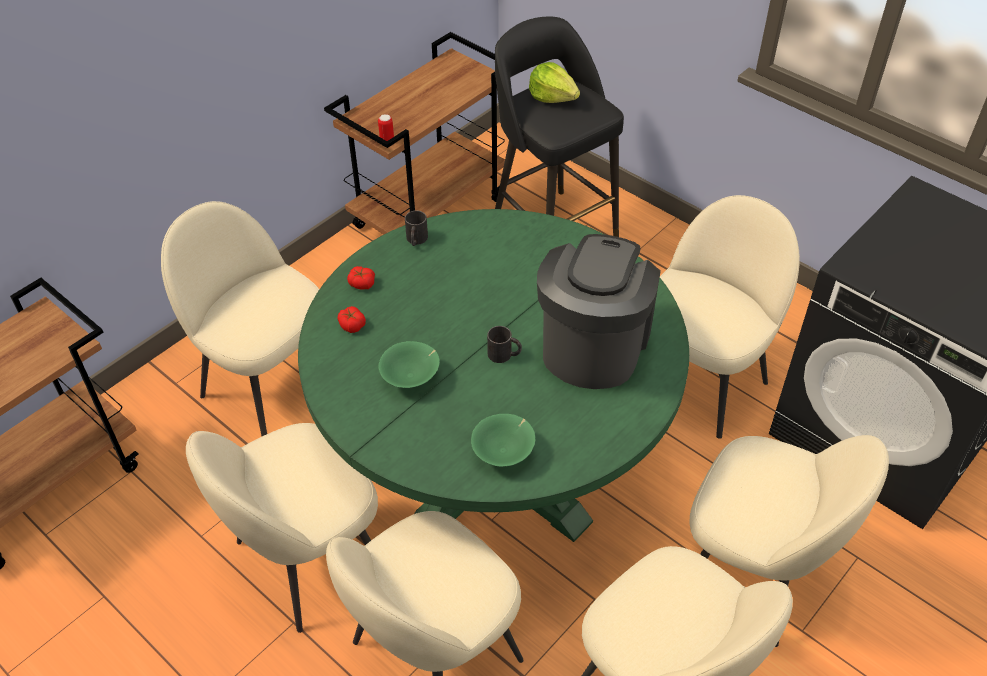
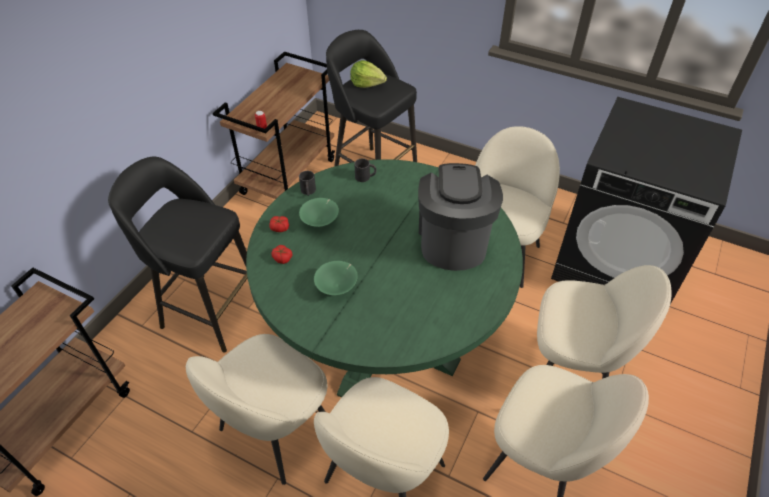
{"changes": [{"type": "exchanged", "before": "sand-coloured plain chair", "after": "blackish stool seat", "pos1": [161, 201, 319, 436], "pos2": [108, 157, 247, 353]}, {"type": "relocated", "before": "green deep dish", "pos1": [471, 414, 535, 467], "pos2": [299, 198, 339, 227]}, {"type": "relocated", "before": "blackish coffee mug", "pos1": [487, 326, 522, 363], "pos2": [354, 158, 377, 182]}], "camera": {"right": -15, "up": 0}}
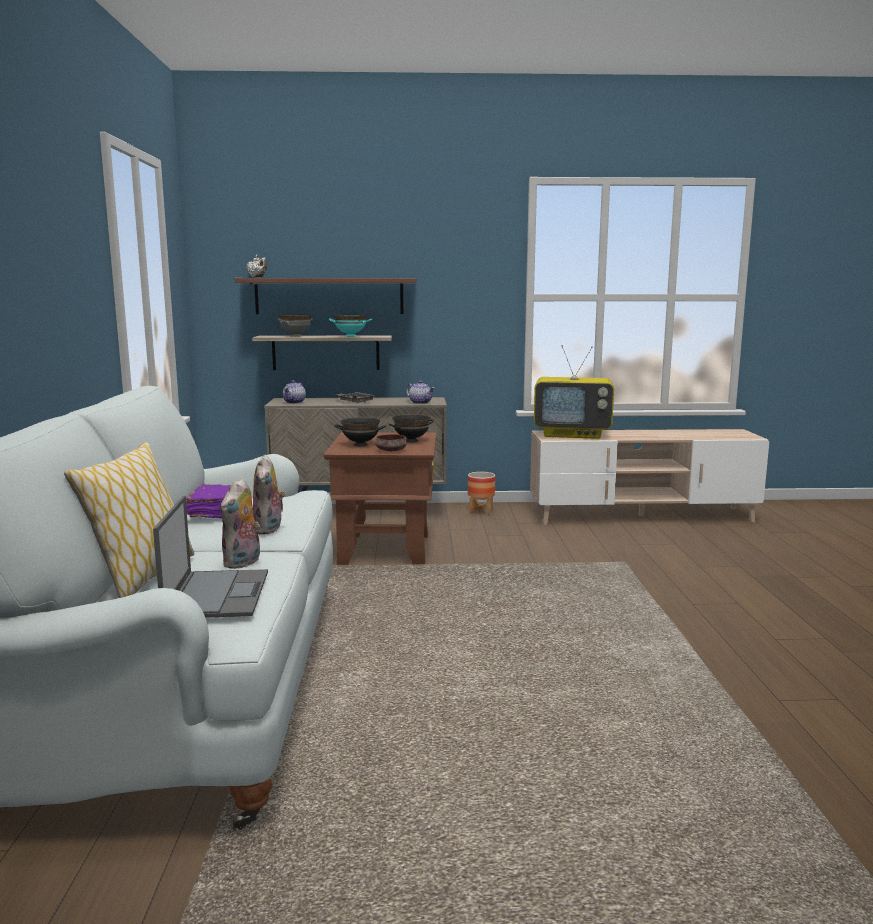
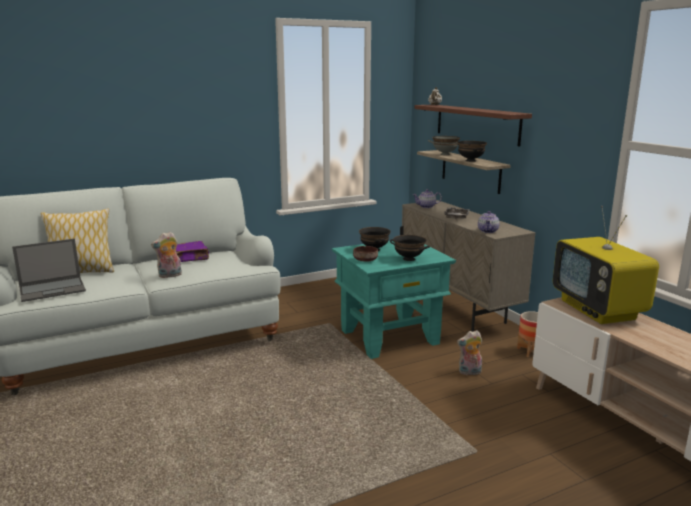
{"changes": [{"type": "colour", "before": "brown-coloured side table", "after": "blue-green side table", "pos1": [324, 432, 436, 565], "pos2": [332, 241, 456, 359]}, {"type": "colour", "before": "blue-green deep dish", "after": "blackish deep dish", "pos1": [329, 314, 372, 337], "pos2": [457, 141, 487, 162]}, {"type": "relocated", "before": "cuddly toy", "pos1": [220, 478, 260, 569], "pos2": [457, 330, 482, 375]}], "camera": {"right": 65, "up": 5}}
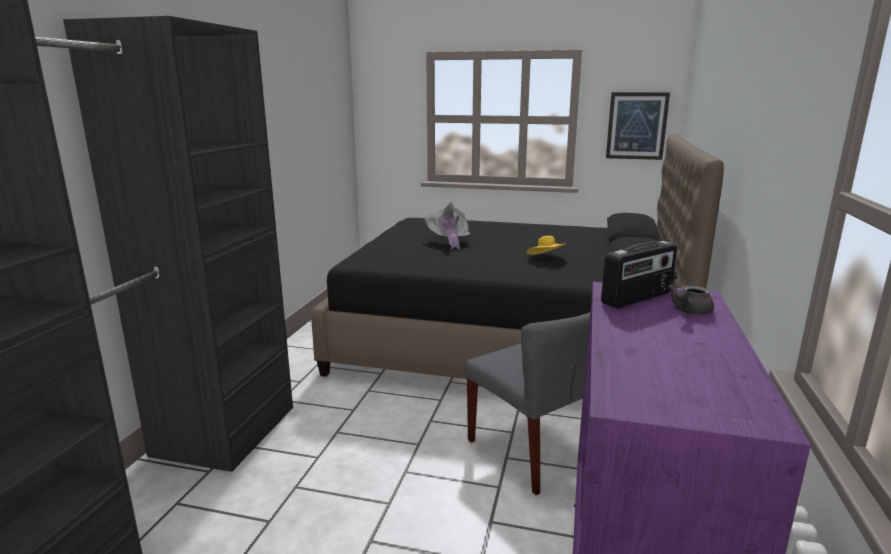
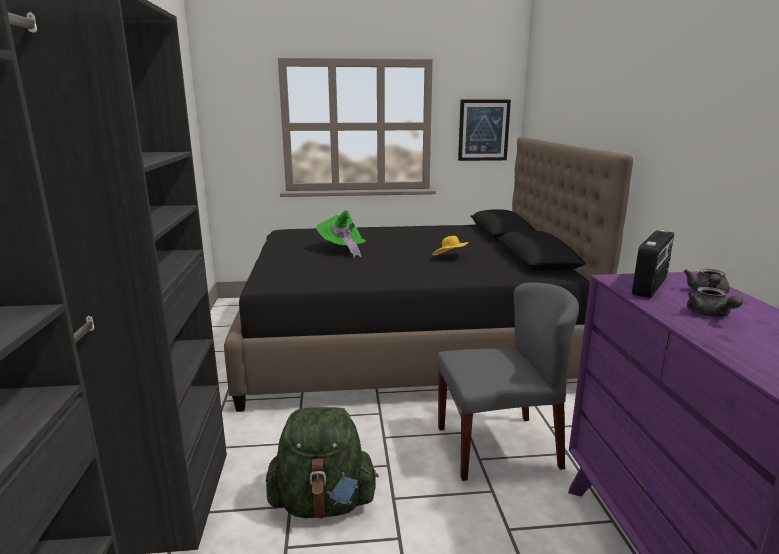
{"changes": [{"type": "appeared", "after": "green rucksack", "pos2": [266, 407, 379, 519]}, {"type": "colour", "before": "grey hat", "after": "green hat", "pos1": [425, 202, 471, 250], "pos2": [316, 210, 366, 259]}, {"type": "spun", "before": "grey plain chair", "pos1": [465, 312, 590, 495], "pos2": [436, 283, 579, 481], "turn": -45}, {"type": "appeared", "after": "grey teapot", "pos2": [687, 287, 743, 317]}], "camera": {"right": -20, "up": 0}}
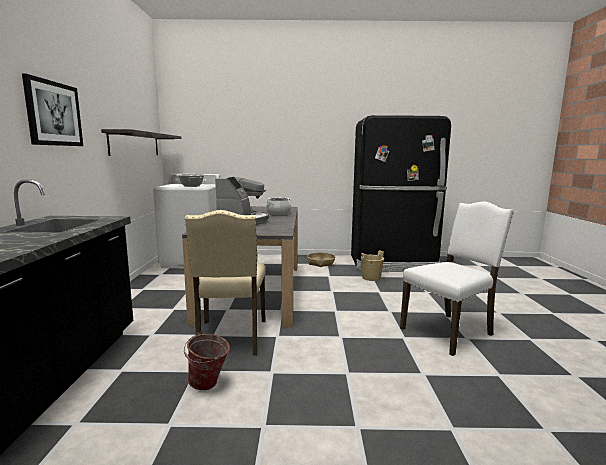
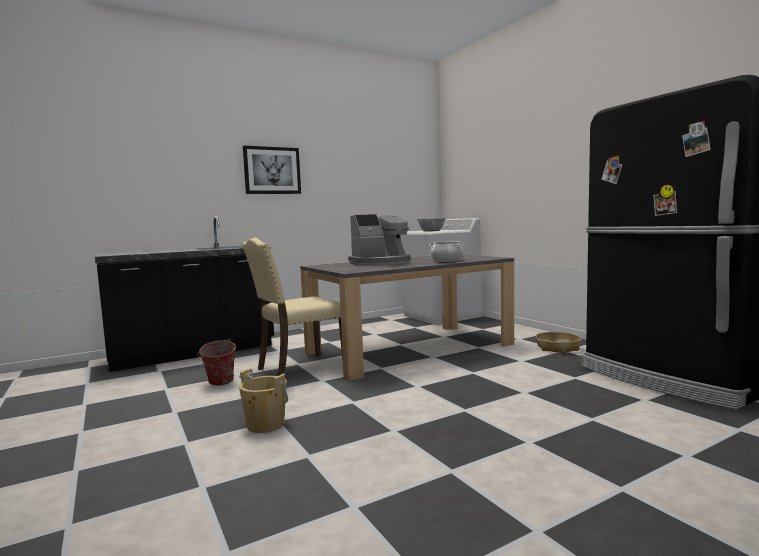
{"changes": [{"type": "relocated", "before": "sand-coloured bucket", "pos1": [361, 250, 384, 281], "pos2": [239, 368, 288, 433]}, {"type": "missing", "before": "wall shelf", "pos1": [101, 129, 181, 156]}, {"type": "missing", "before": "white plain chair", "pos1": [400, 202, 514, 356]}], "camera": {"right": 60, "up": -5}}
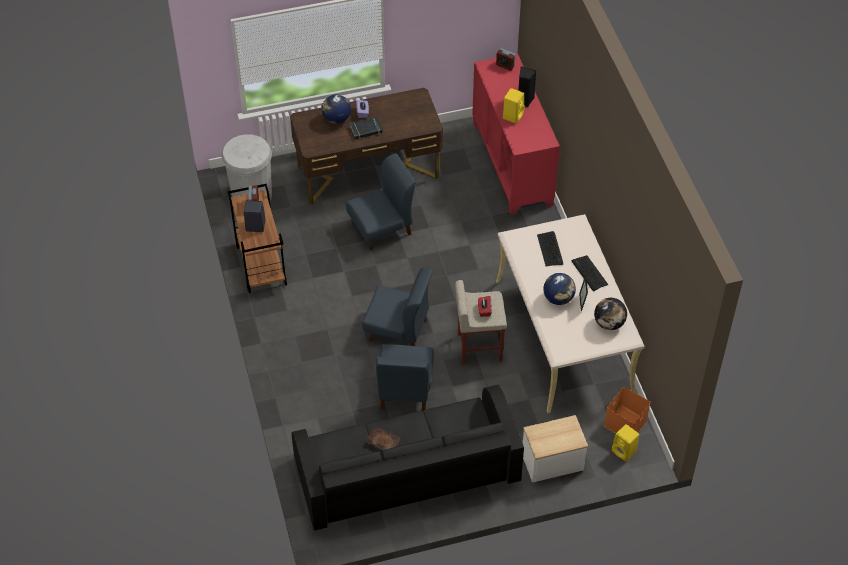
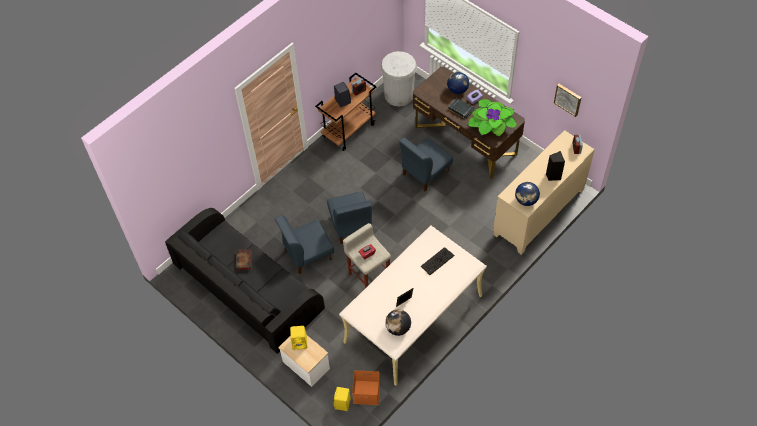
{"changes": [{"type": "relocated", "before": "yellow audio speaker", "pos1": [503, 88, 525, 124], "pos2": [290, 326, 307, 350]}, {"type": "spun", "before": "blue plain chair", "pos1": [346, 153, 416, 251], "pos2": [399, 137, 453, 191], "turn": 105}, {"type": "appeared", "after": "potted plant", "pos2": [468, 99, 517, 136]}, {"type": "colour", "before": "red storage cabinet", "after": "sand-coloured storage cabinet", "pos1": [472, 54, 560, 214], "pos2": [493, 130, 595, 255]}, {"type": "relocated", "before": "globe", "pos1": [543, 273, 576, 305], "pos2": [515, 182, 540, 206]}, {"type": "appeared", "after": "wall art", "pos2": [554, 84, 582, 117]}, {"type": "missing", "before": "PC keyboard", "pos1": [571, 255, 608, 291]}], "camera": {"right": 60, "up": 5}}
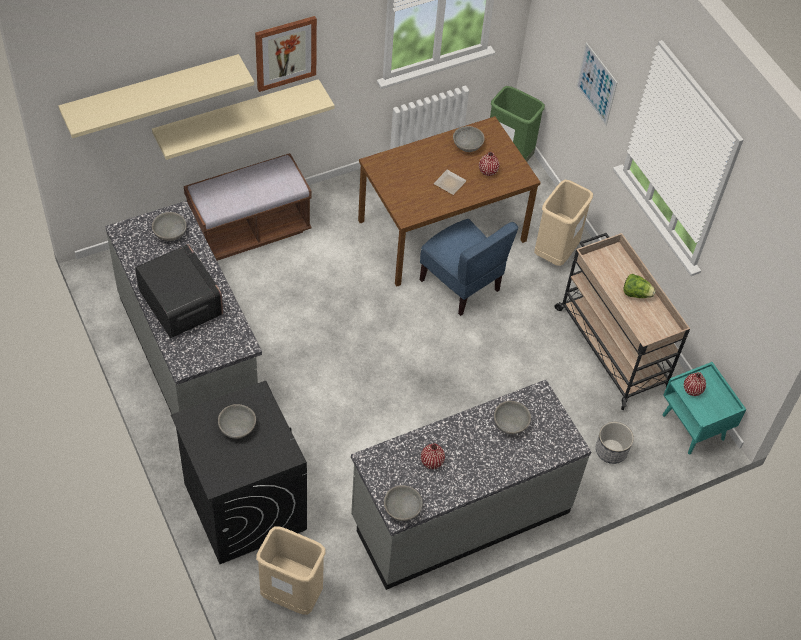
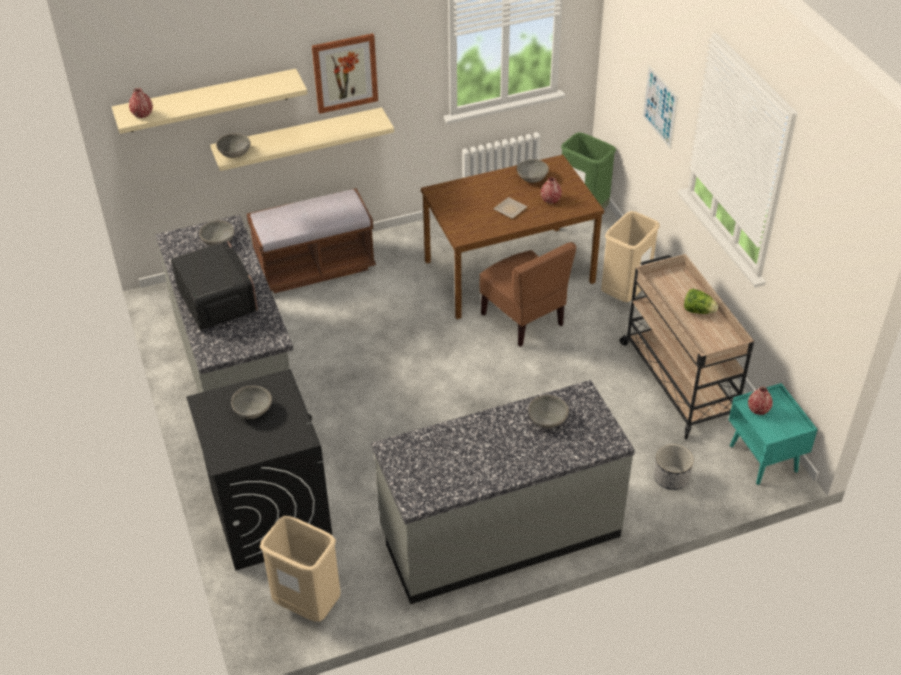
{"changes": [{"type": "relocated", "before": "red vase", "pos1": [421, 443, 445, 469], "pos2": [129, 88, 153, 118]}, {"type": "relocated", "before": "grey deep dish", "pos1": [384, 485, 423, 521], "pos2": [216, 133, 251, 158]}, {"type": "colour", "before": "blue plain chair", "after": "brown-coloured plain chair", "pos1": [420, 219, 518, 316], "pos2": [480, 242, 577, 347]}], "camera": {"right": 10, "up": -10}}
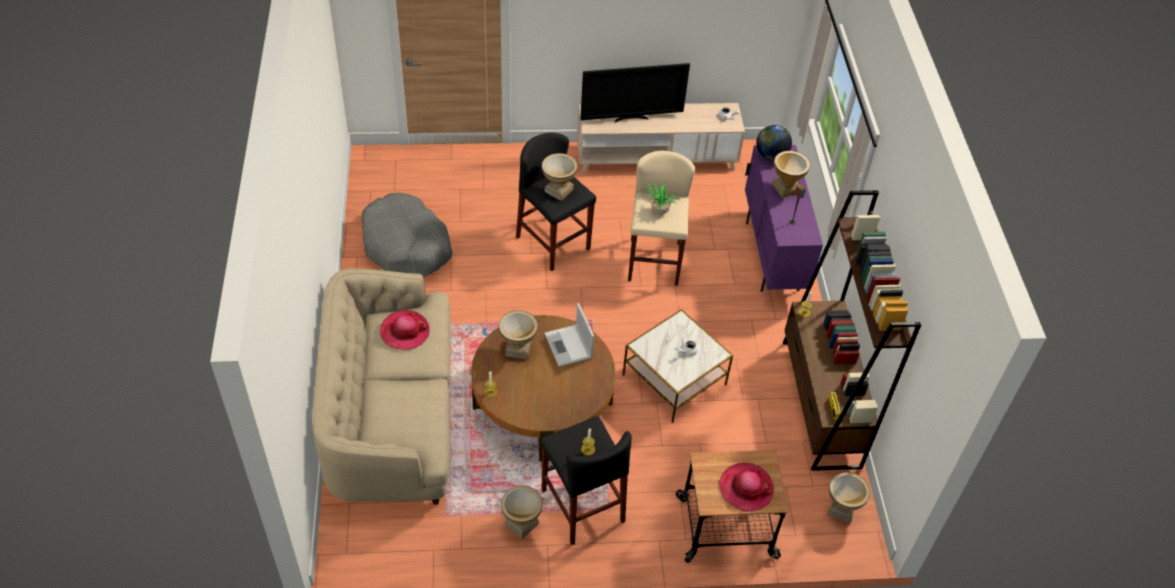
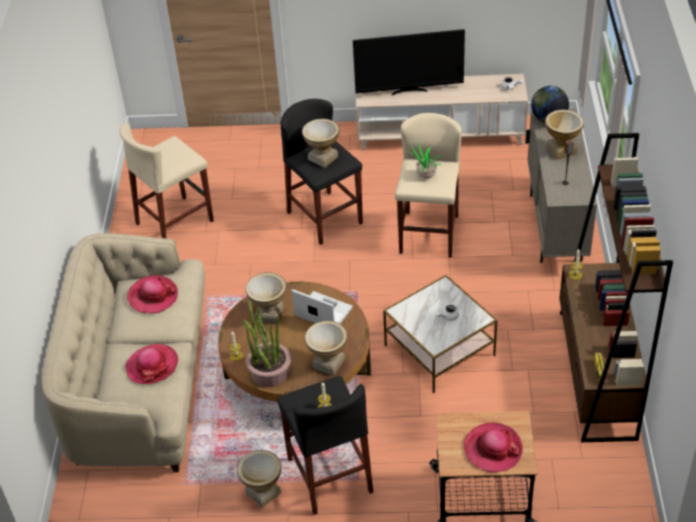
{"changes": [{"type": "exchanged", "before": "grey dog cushion", "after": "sand-coloured stool seat", "pos1": [362, 192, 453, 277], "pos2": [119, 124, 214, 238]}, {"type": "appeared", "after": "hat", "pos2": [125, 344, 178, 384]}, {"type": "appeared", "after": "potted plant", "pos2": [243, 300, 291, 387]}, {"type": "spun", "before": "laptop", "pos1": [544, 303, 594, 367], "pos2": [292, 289, 353, 324], "turn": 135}, {"type": "relocated", "before": "vase", "pos1": [828, 472, 870, 523], "pos2": [305, 321, 348, 376]}, {"type": "colour", "before": "purple storage cabinet", "after": "sand-coloured storage cabinet", "pos1": [745, 145, 823, 292], "pos2": [525, 108, 597, 263]}], "camera": {"right": 10, "up": -5}}
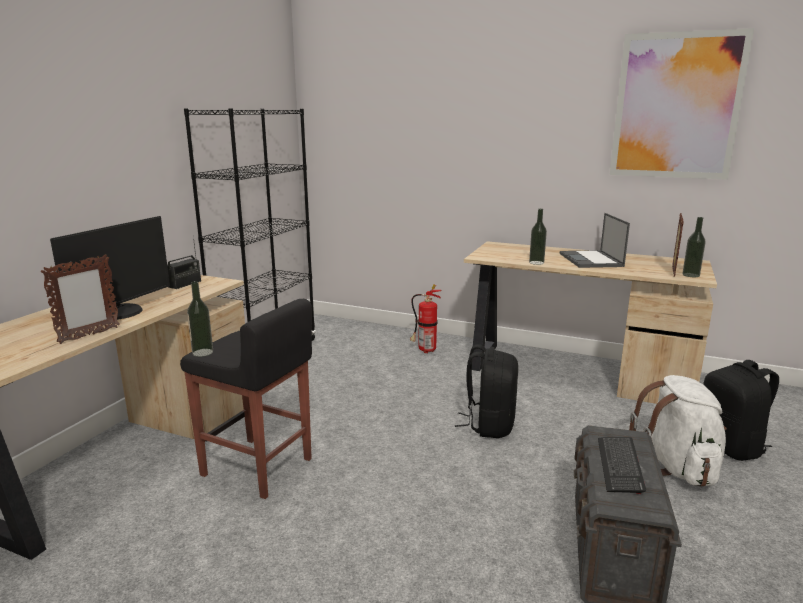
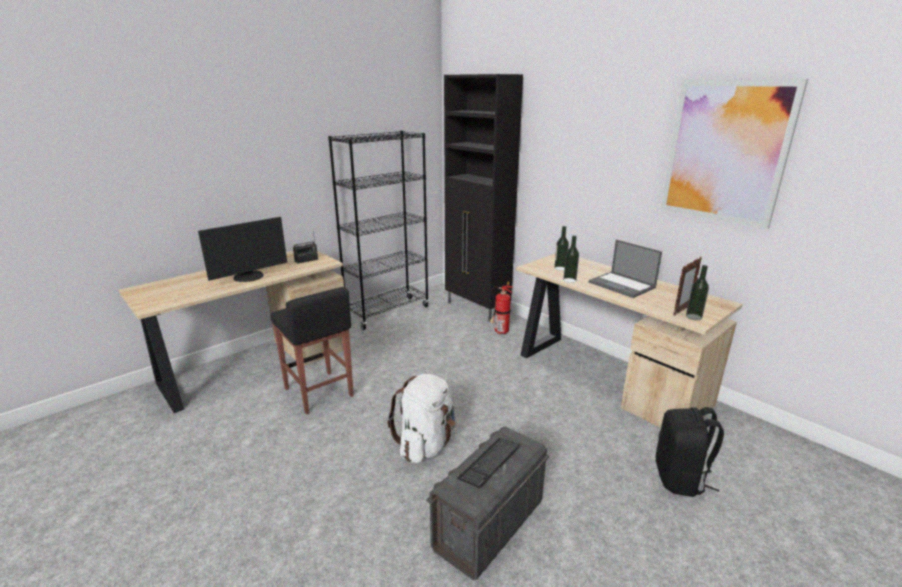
{"changes": [{"type": "relocated", "before": "white rucksack", "pos1": [629, 375, 727, 487], "pos2": [387, 374, 456, 463]}, {"type": "appeared", "after": "blackish storage cabinet", "pos2": [444, 74, 523, 322]}, {"type": "relocated", "before": "beverage bottle", "pos1": [187, 281, 213, 357], "pos2": [554, 226, 569, 271]}, {"type": "spun", "before": "laptop", "pos1": [560, 213, 630, 268], "pos2": [589, 240, 662, 298], "turn": -60}, {"type": "missing", "before": "standing frame", "pos1": [41, 254, 120, 344]}, {"type": "missing", "before": "blackish rucksack", "pos1": [455, 344, 518, 438]}], "camera": {"right": 25, "up": 5}}
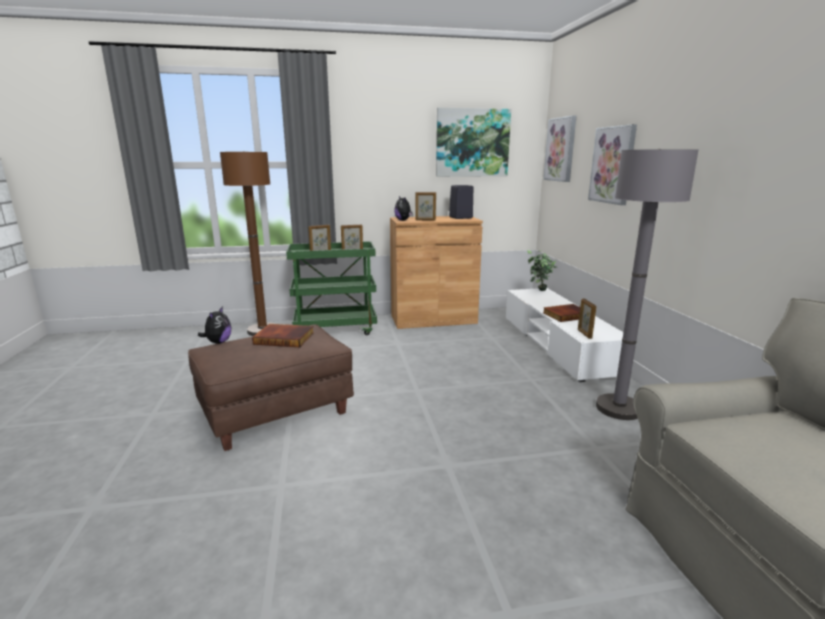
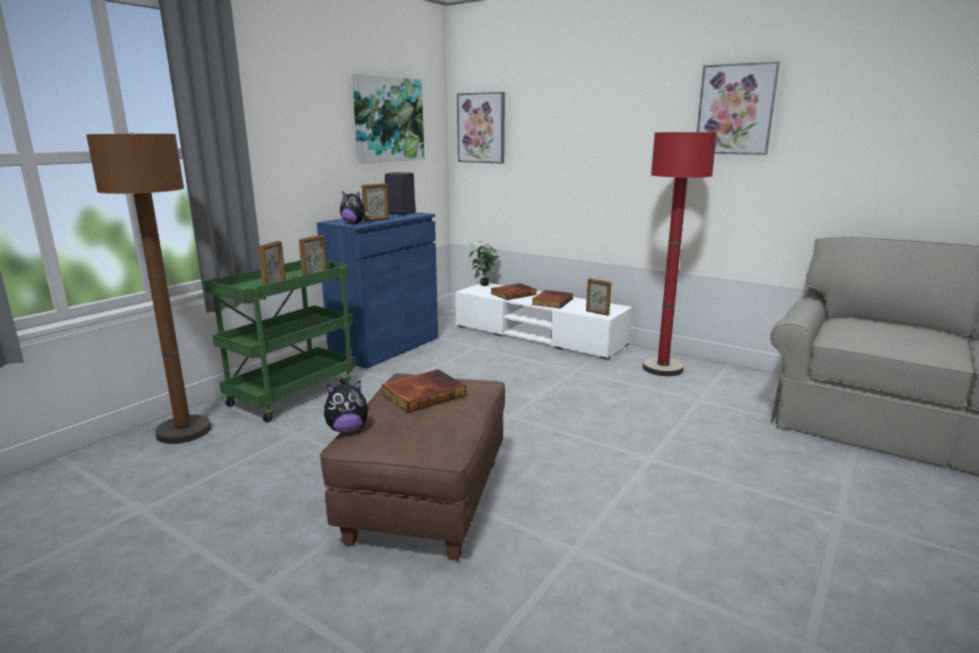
{"changes": [{"type": "colour", "before": "brown-coloured storage cabinet", "after": "blue storage cabinet", "pos1": [390, 216, 483, 329], "pos2": [317, 212, 438, 369]}, {"type": "spun", "before": "cuddly toy", "pos1": [198, 307, 231, 344], "pos2": [324, 380, 370, 434], "turn": 105}, {"type": "appeared", "after": "volume", "pos2": [491, 283, 537, 300]}, {"type": "colour", "before": "grey floor lamp", "after": "red floor lamp", "pos1": [596, 149, 698, 420], "pos2": [643, 131, 717, 376]}, {"type": "relocated", "before": "wall art", "pos1": [588, 124, 637, 205], "pos2": [697, 61, 780, 155]}], "camera": {"right": -45, "up": 0}}
